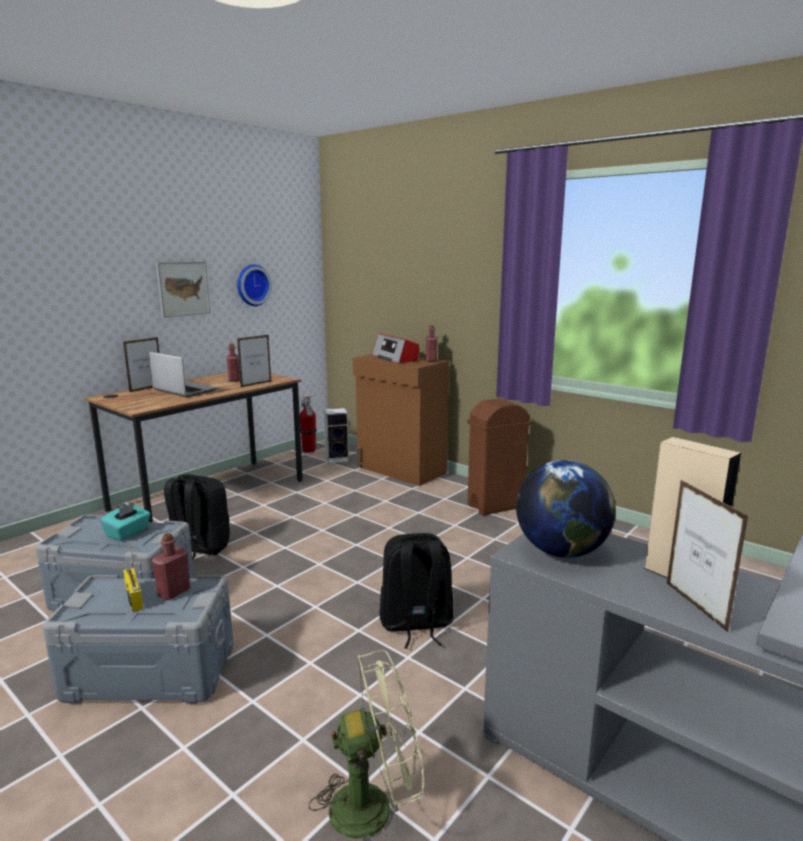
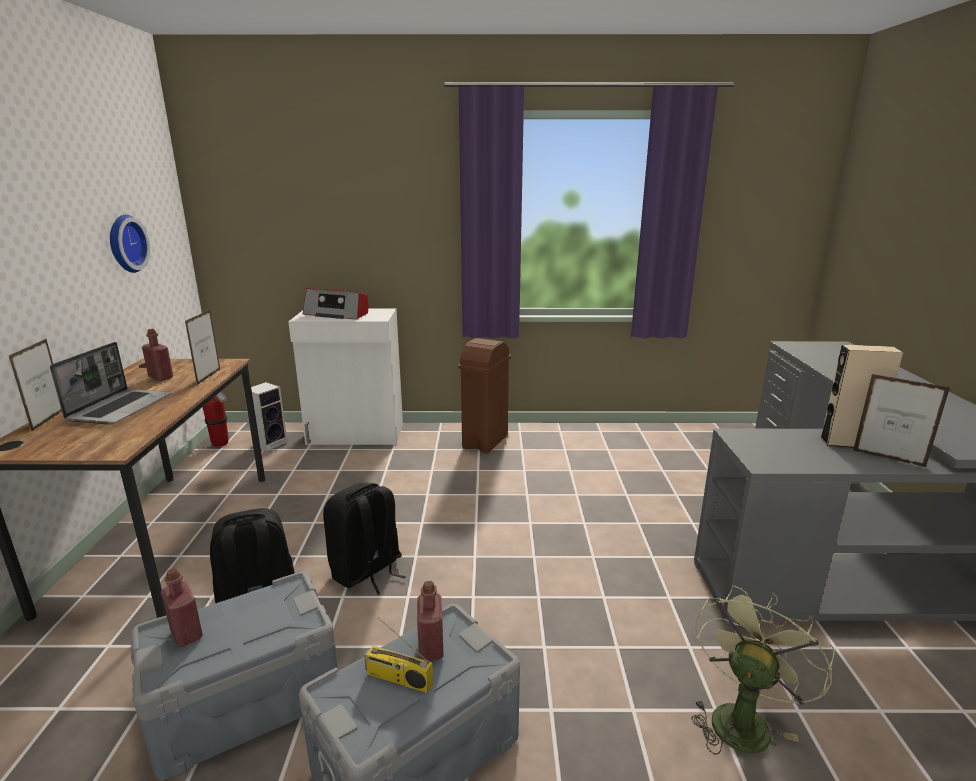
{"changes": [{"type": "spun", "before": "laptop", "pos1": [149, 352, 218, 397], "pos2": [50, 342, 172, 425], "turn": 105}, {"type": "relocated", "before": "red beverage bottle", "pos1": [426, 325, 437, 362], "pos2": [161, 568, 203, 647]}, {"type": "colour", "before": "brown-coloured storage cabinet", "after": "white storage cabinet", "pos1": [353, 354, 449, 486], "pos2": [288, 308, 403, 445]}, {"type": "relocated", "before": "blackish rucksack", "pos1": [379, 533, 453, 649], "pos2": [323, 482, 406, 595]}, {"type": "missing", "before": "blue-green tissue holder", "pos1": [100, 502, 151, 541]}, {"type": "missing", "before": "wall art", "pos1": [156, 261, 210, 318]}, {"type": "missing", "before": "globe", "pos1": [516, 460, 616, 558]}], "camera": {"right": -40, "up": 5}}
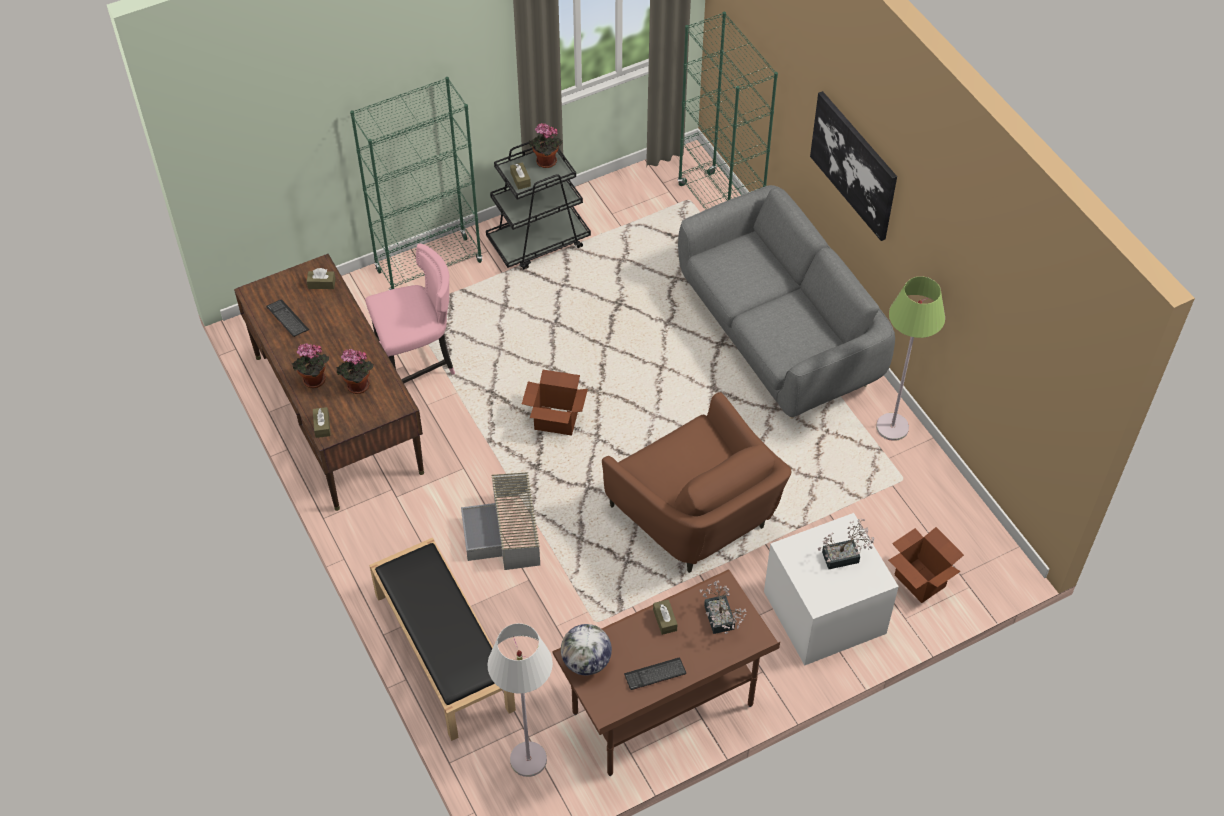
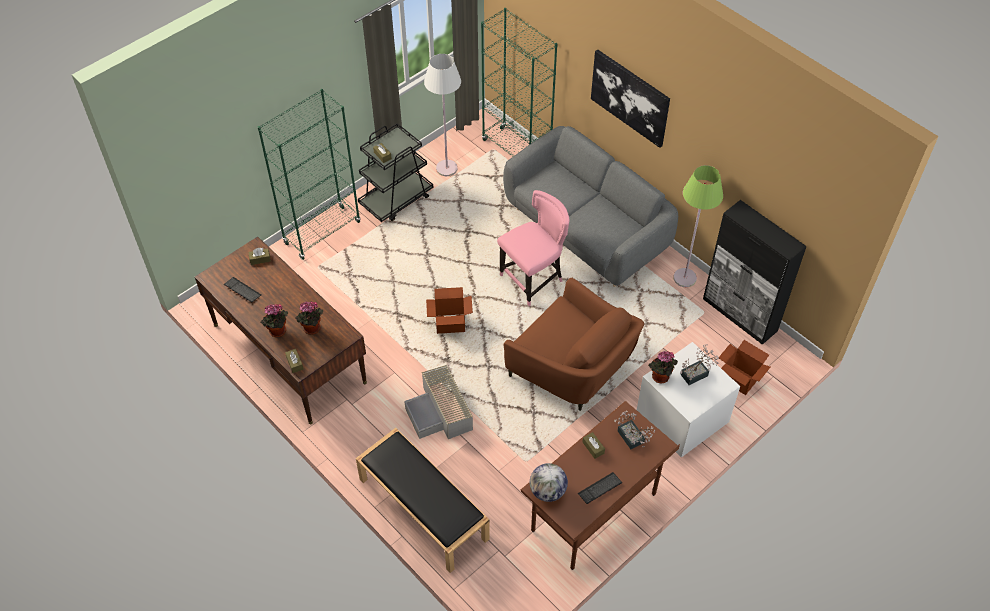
{"changes": [{"type": "relocated", "before": "white floor lamp", "pos1": [488, 623, 553, 777], "pos2": [424, 54, 461, 176]}, {"type": "relocated", "before": "pinkish plain chair", "pos1": [365, 243, 455, 383], "pos2": [497, 190, 570, 306]}, {"type": "relocated", "before": "potted plant", "pos1": [529, 123, 563, 168], "pos2": [648, 351, 678, 384]}, {"type": "appeared", "after": "blackish storage cabinet", "pos2": [703, 200, 807, 345]}], "camera": {"right": -15, "up": 0}}
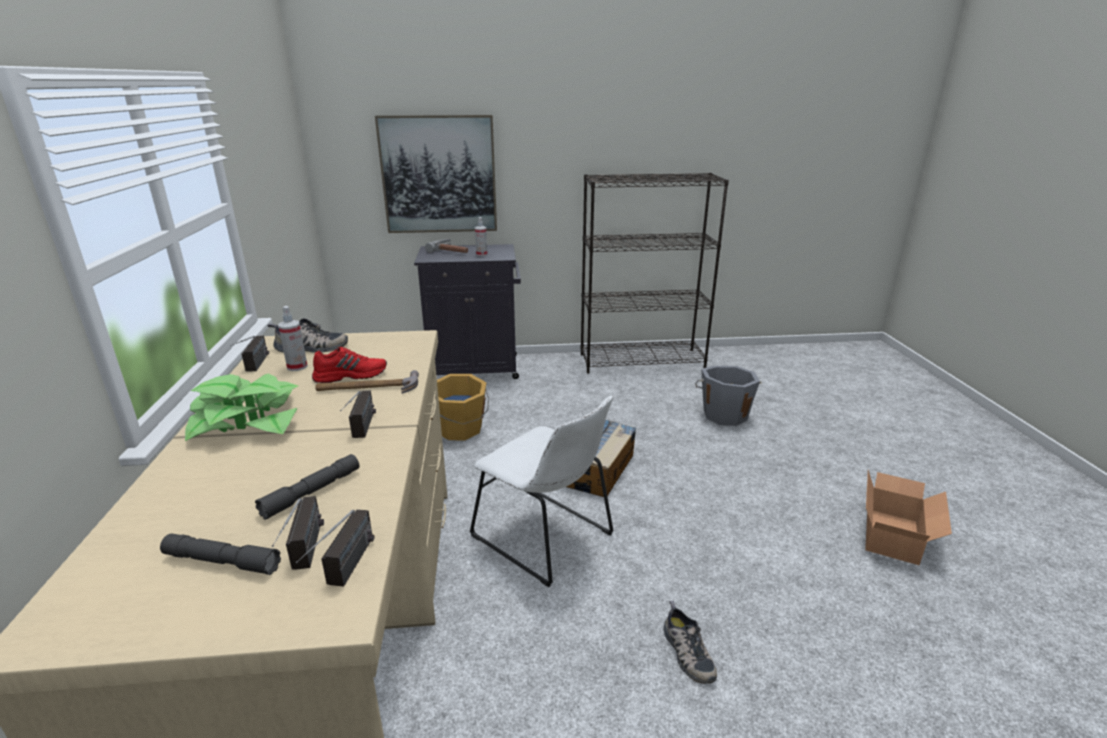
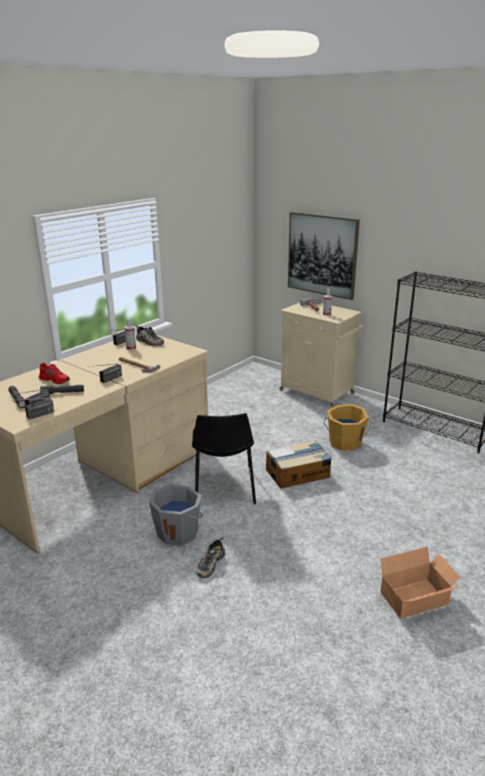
{"changes": [{"type": "relocated", "before": "red shoe", "pos1": [312, 347, 387, 383], "pos2": [39, 363, 70, 384]}, {"type": "relocated", "before": "grey bucket", "pos1": [695, 366, 761, 426], "pos2": [149, 483, 203, 546]}, {"type": "colour", "before": "white plain chair", "after": "blackish plain chair", "pos1": [470, 395, 614, 587], "pos2": [192, 413, 256, 504]}, {"type": "colour", "before": "blackish storage cabinet", "after": "sand-coloured storage cabinet", "pos1": [414, 244, 521, 379], "pos2": [279, 302, 363, 408]}, {"type": "relocated", "before": "orange-coloured bucket", "pos1": [437, 374, 489, 440], "pos2": [324, 404, 371, 451]}, {"type": "missing", "before": "potted plant", "pos1": [185, 373, 298, 441]}], "camera": {"right": 45, "up": 0}}
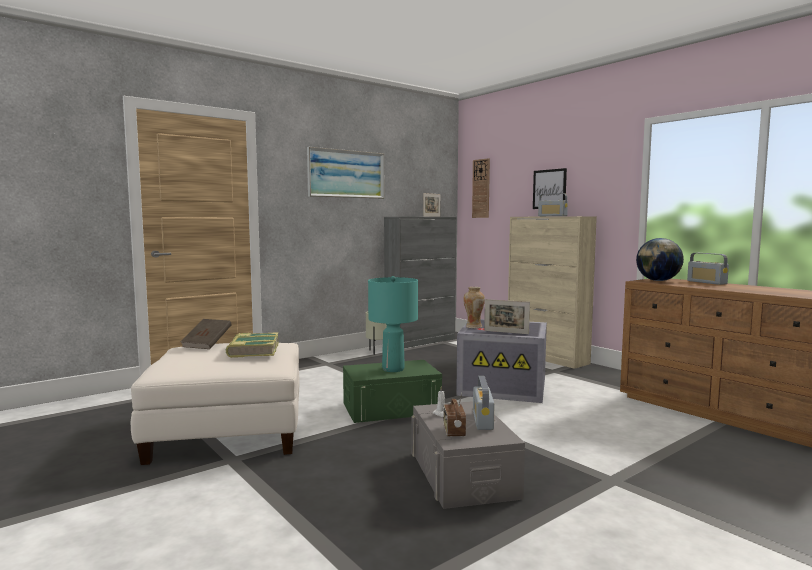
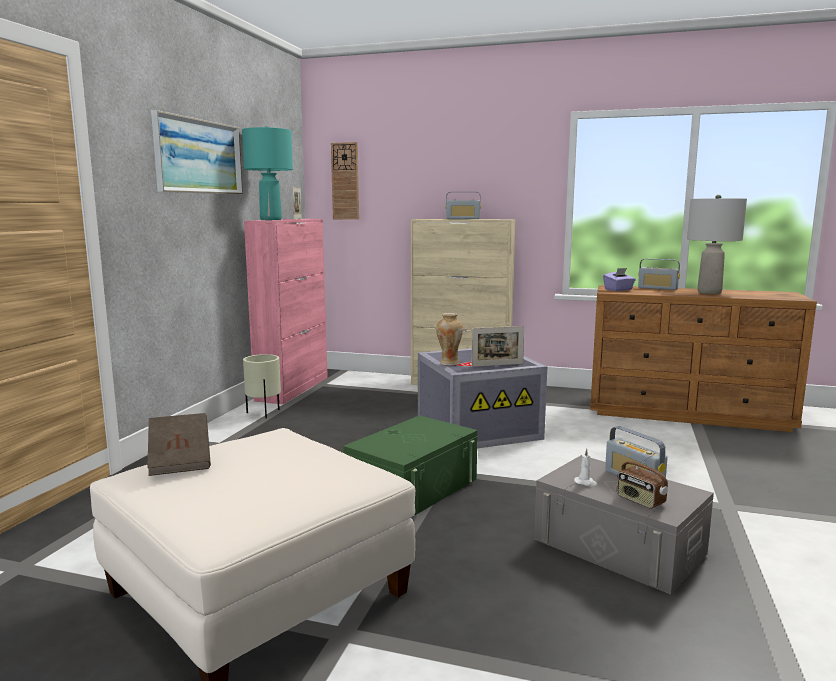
{"changes": [{"type": "relocated", "before": "blue-green lamp for a table", "pos1": [368, 276, 418, 372], "pos2": [242, 126, 293, 220]}, {"type": "colour", "before": "grey storage cabinet", "after": "pinkish storage cabinet", "pos1": [384, 217, 456, 348], "pos2": [244, 219, 328, 404]}, {"type": "exchanged", "before": "globe", "after": "purple tissue holder", "pos1": [636, 238, 684, 281], "pos2": [603, 268, 636, 291]}, {"type": "appeared", "after": "grey lamp for a table", "pos2": [687, 195, 747, 294]}, {"type": "missing", "before": "volume", "pos1": [226, 332, 279, 358]}, {"type": "missing", "before": "wall art", "pos1": [533, 168, 567, 209]}], "camera": {"right": -35, "up": 5}}
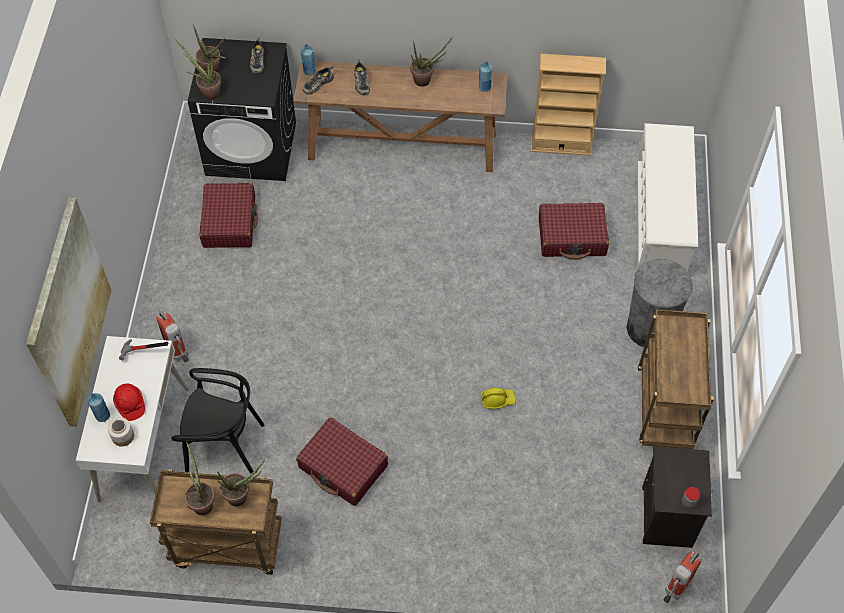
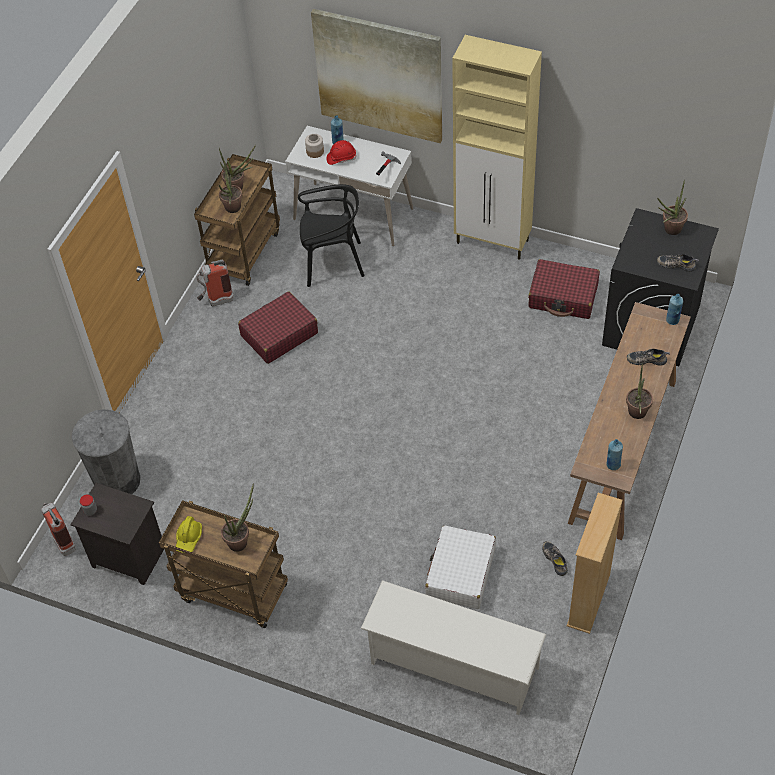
{"changes": [{"type": "relocated", "before": "grey trash can", "pos1": [626, 259, 693, 348], "pos2": [71, 409, 141, 494]}, {"type": "relocated", "before": "yellow safety helmet", "pos1": [481, 387, 516, 409], "pos2": [176, 516, 202, 553]}, {"type": "relocated", "before": "fire extinguisher", "pos1": [156, 311, 189, 363], "pos2": [196, 260, 234, 306]}, {"type": "relocated", "before": "potted plant", "pos1": [175, 39, 221, 100], "pos2": [221, 483, 254, 552]}, {"type": "spun", "before": "blackish plain chair", "pos1": [171, 368, 264, 474], "pos2": [298, 184, 365, 287], "turn": -120}, {"type": "colour", "before": "red piece of luggage", "after": "white piece of luggage", "pos1": [539, 203, 609, 260], "pos2": [425, 525, 496, 609]}, {"type": "appeared", "after": "sand-coloured storage cabinet", "pos2": [452, 35, 542, 260]}, {"type": "relocated", "before": "shoe", "pos1": [303, 66, 334, 94], "pos2": [542, 541, 568, 576]}], "camera": {"right": 110, "up": -5}}
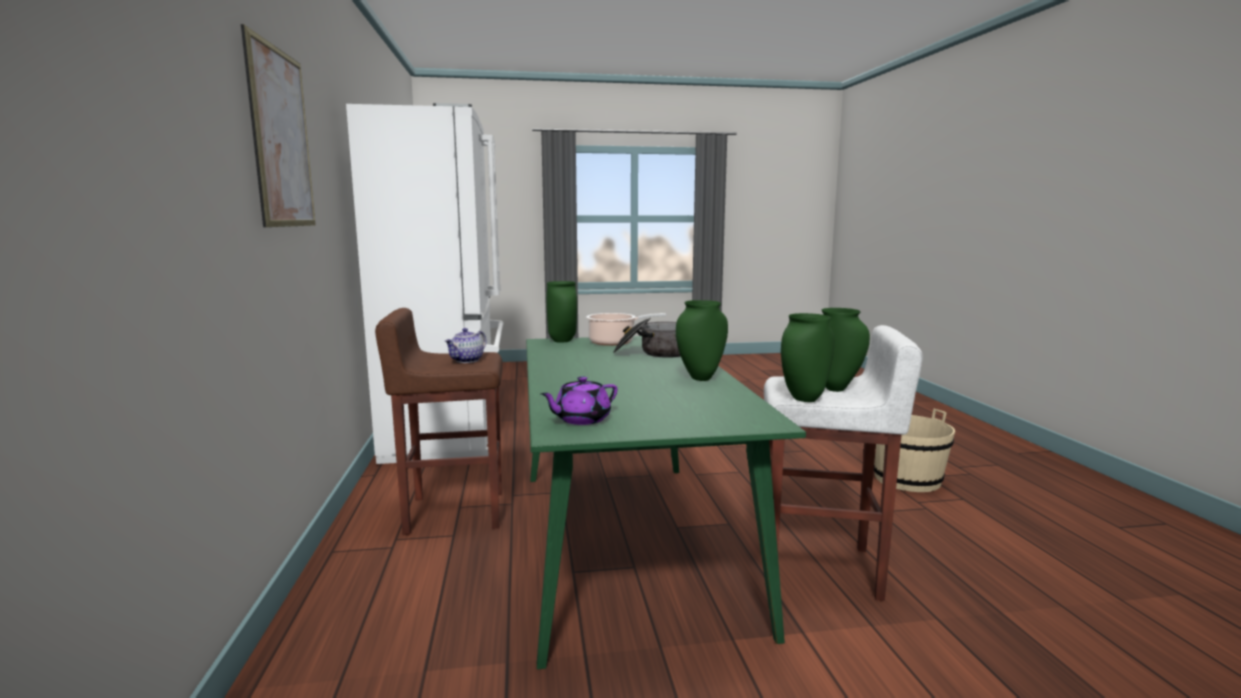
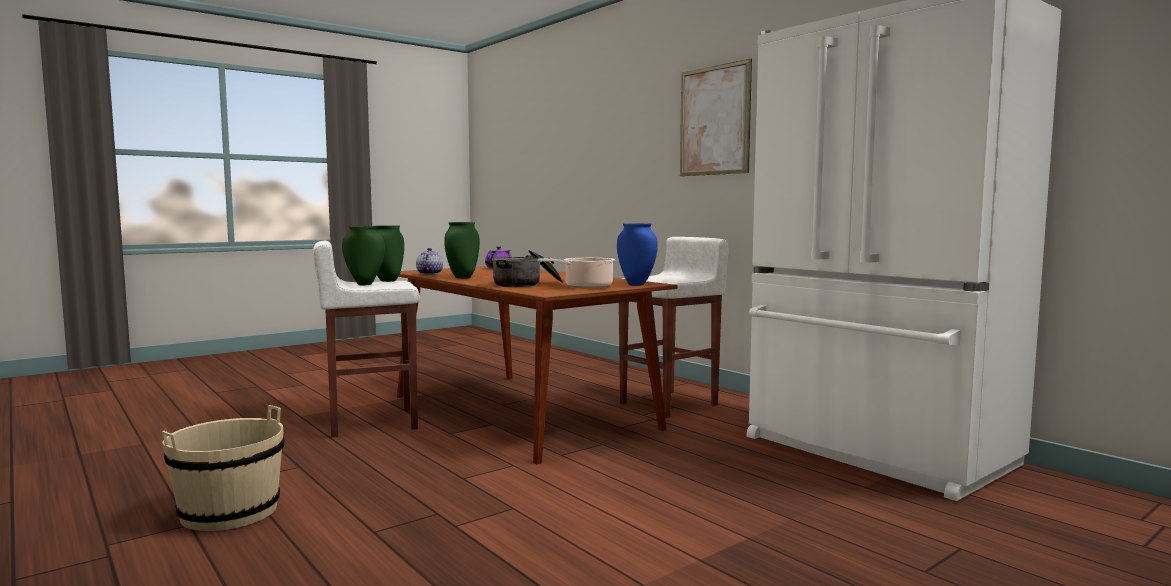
{"changes": [{"type": "colour", "before": "green dining table", "after": "brown-coloured dining table", "pos1": [526, 336, 806, 669], "pos2": [397, 266, 677, 464]}, {"type": "relocated", "before": "teapot", "pos1": [444, 328, 486, 363], "pos2": [416, 248, 443, 275]}, {"type": "colour", "before": "green vase", "after": "blue vase", "pos1": [546, 281, 577, 343], "pos2": [617, 223, 658, 286]}, {"type": "colour", "before": "brown-coloured stool seat", "after": "white stool seat", "pos1": [375, 308, 503, 535], "pos2": [619, 237, 729, 418]}], "camera": {"right": 150, "up": -5}}
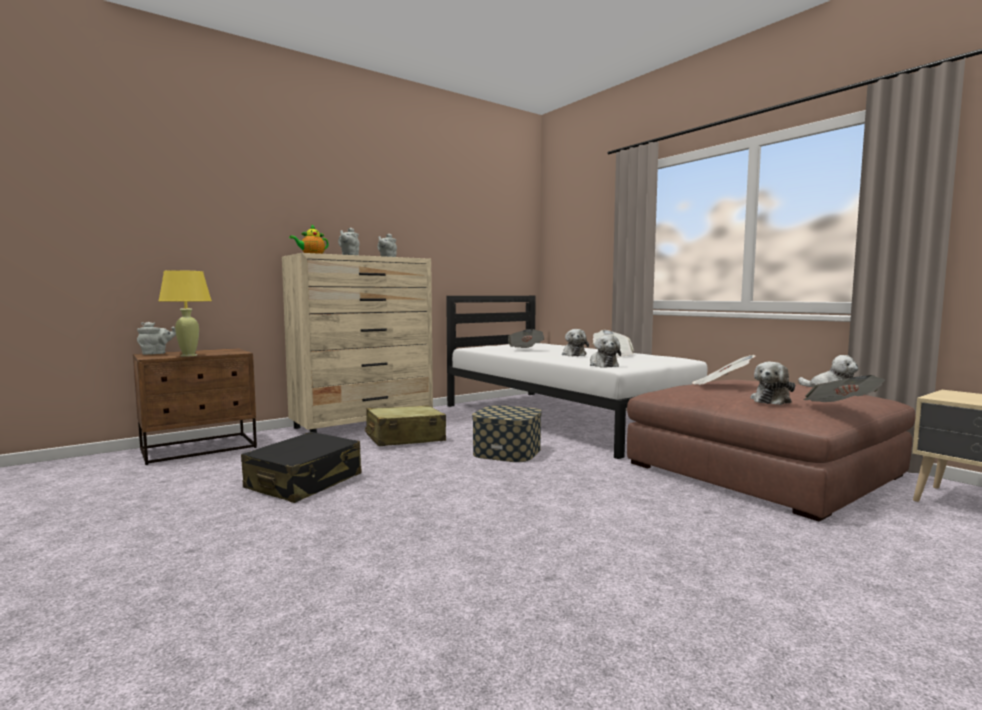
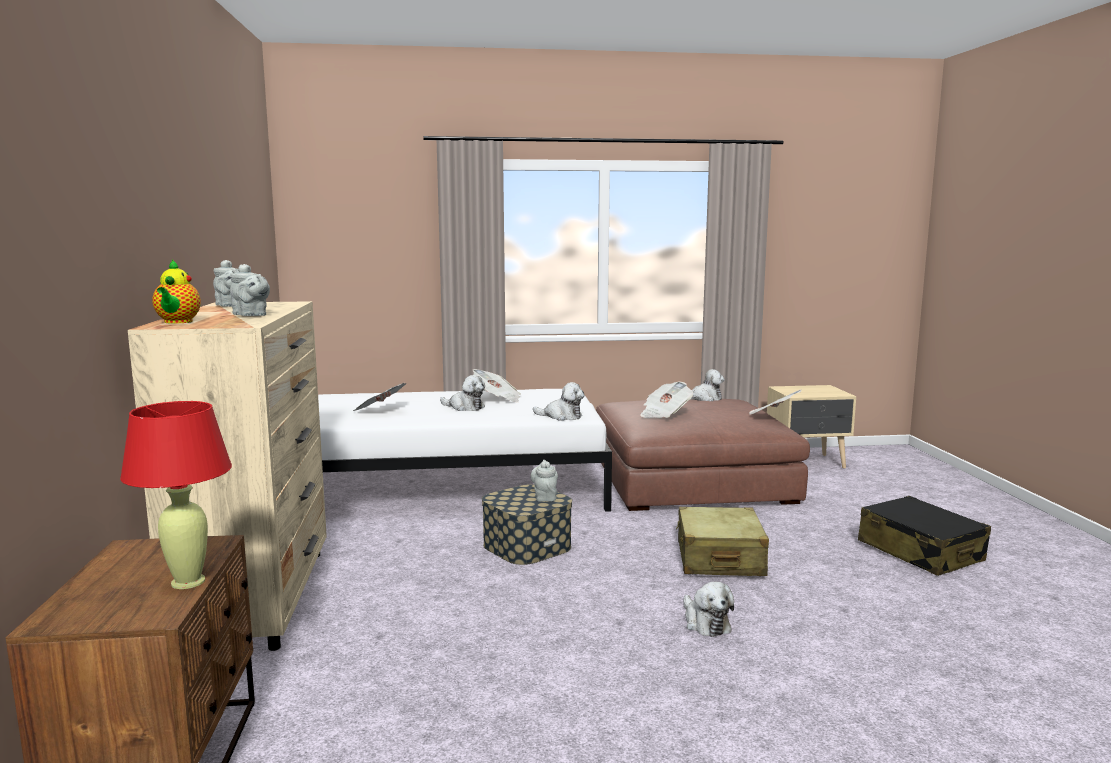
{"changes": [{"type": "colour", "before": "yellow lamp for a table", "after": "red lamp for a table", "pos1": [159, 270, 212, 357], "pos2": [120, 401, 232, 589]}, {"type": "relocated", "before": "grey teapot", "pos1": [137, 322, 176, 355], "pos2": [530, 460, 558, 502]}, {"type": "relocated", "before": "sand-coloured piece of luggage", "pos1": [365, 405, 446, 446], "pos2": [676, 507, 769, 576]}, {"type": "relocated", "before": "cuddly toy", "pos1": [750, 362, 795, 405], "pos2": [683, 582, 734, 637]}, {"type": "relocated", "before": "blackish piece of luggage", "pos1": [241, 432, 361, 503], "pos2": [858, 496, 991, 576]}], "camera": {"right": -60, "up": 5}}
